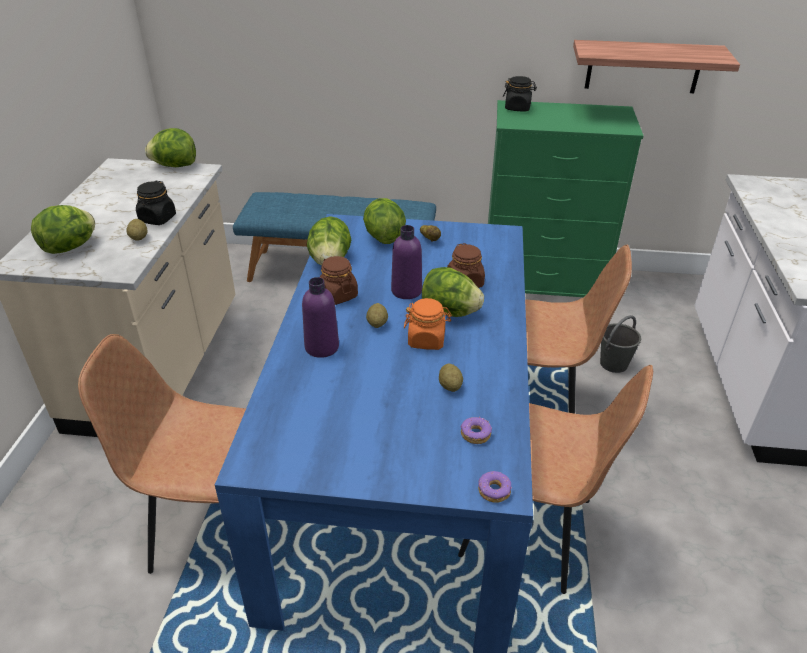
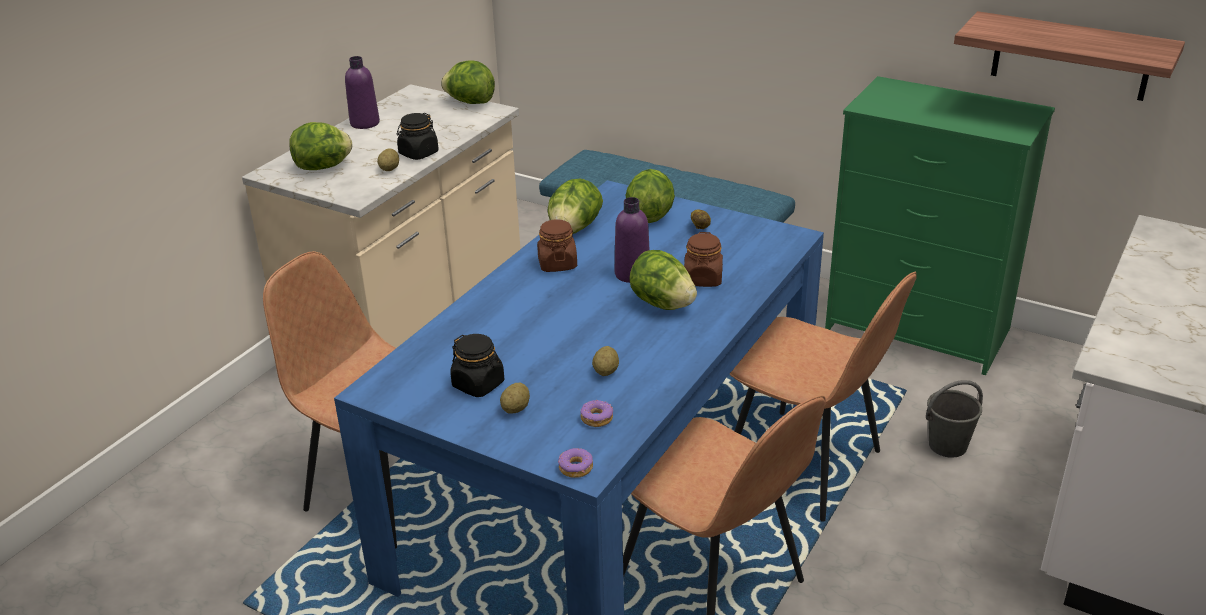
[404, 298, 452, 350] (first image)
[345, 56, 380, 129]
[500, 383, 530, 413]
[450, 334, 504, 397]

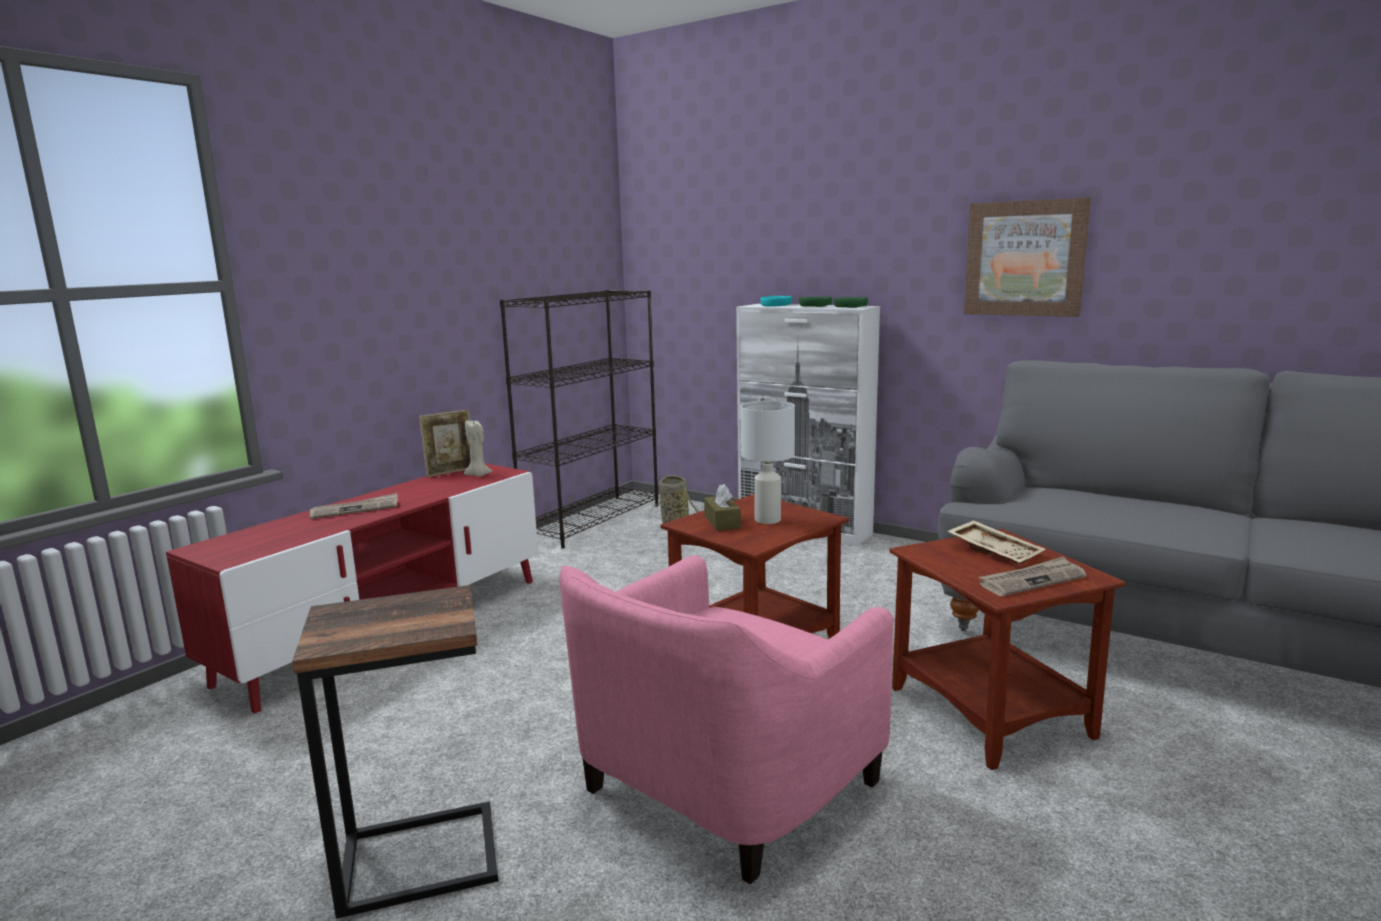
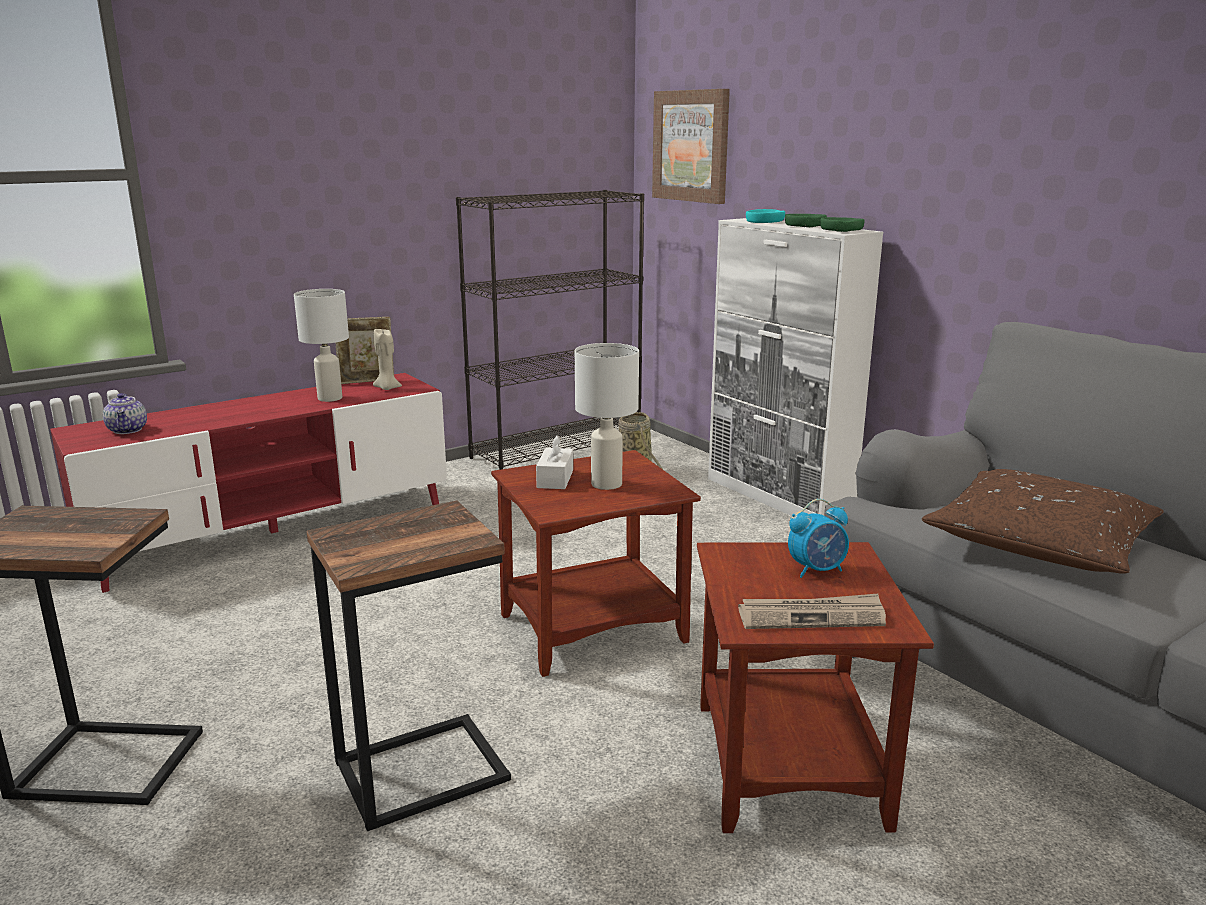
[309, 493, 398, 519] (first image)
[103, 393, 147, 434]
[294, 289, 349, 402]
[922, 469, 1164, 574]
[652, 89, 730, 204]
[306, 501, 511, 831]
[788, 499, 849, 578]
[536, 435, 573, 489]

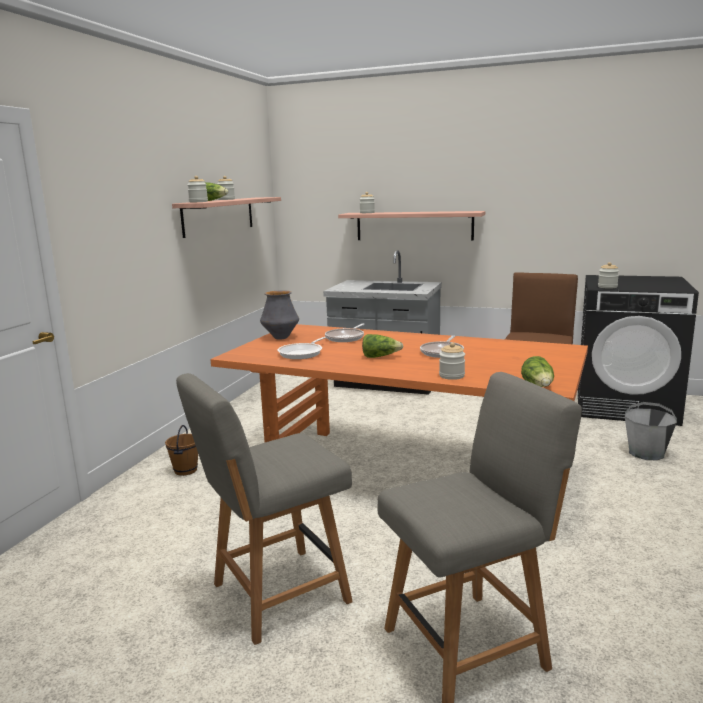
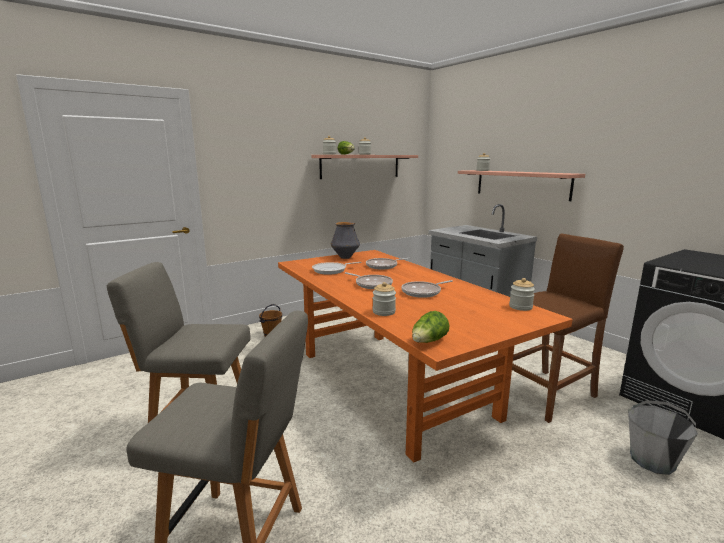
[509, 278, 535, 311]
[345, 272, 393, 289]

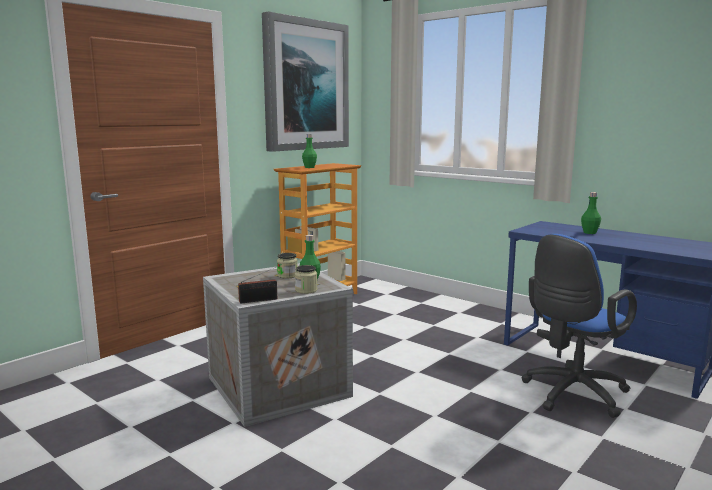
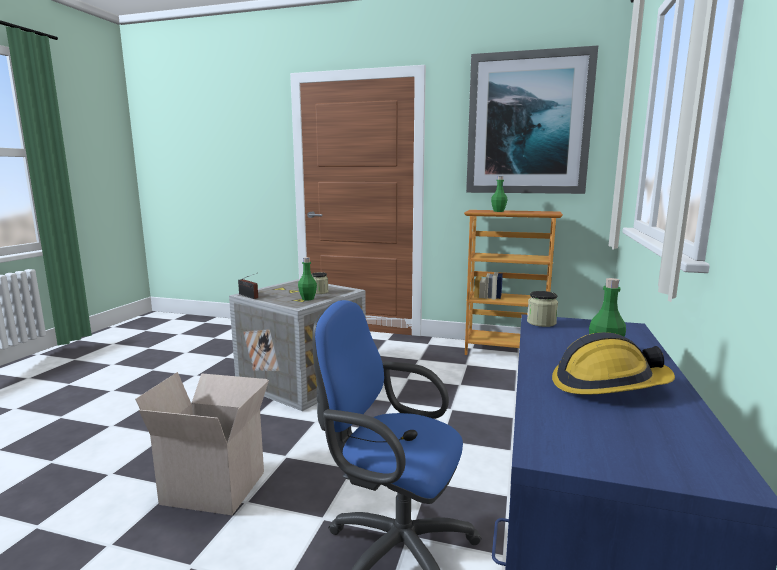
[135, 372, 269, 515]
[552, 332, 675, 395]
[527, 291, 558, 327]

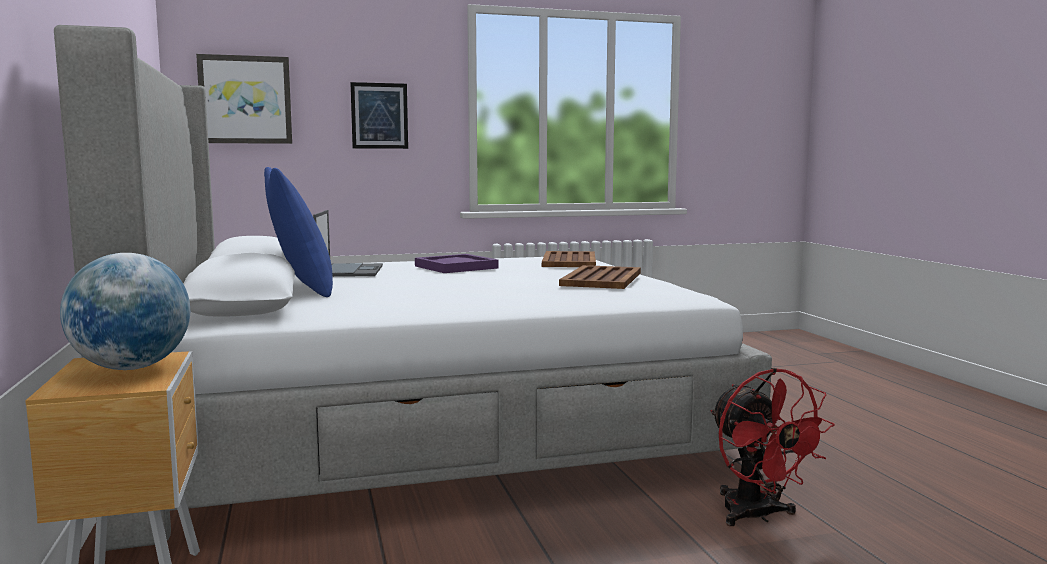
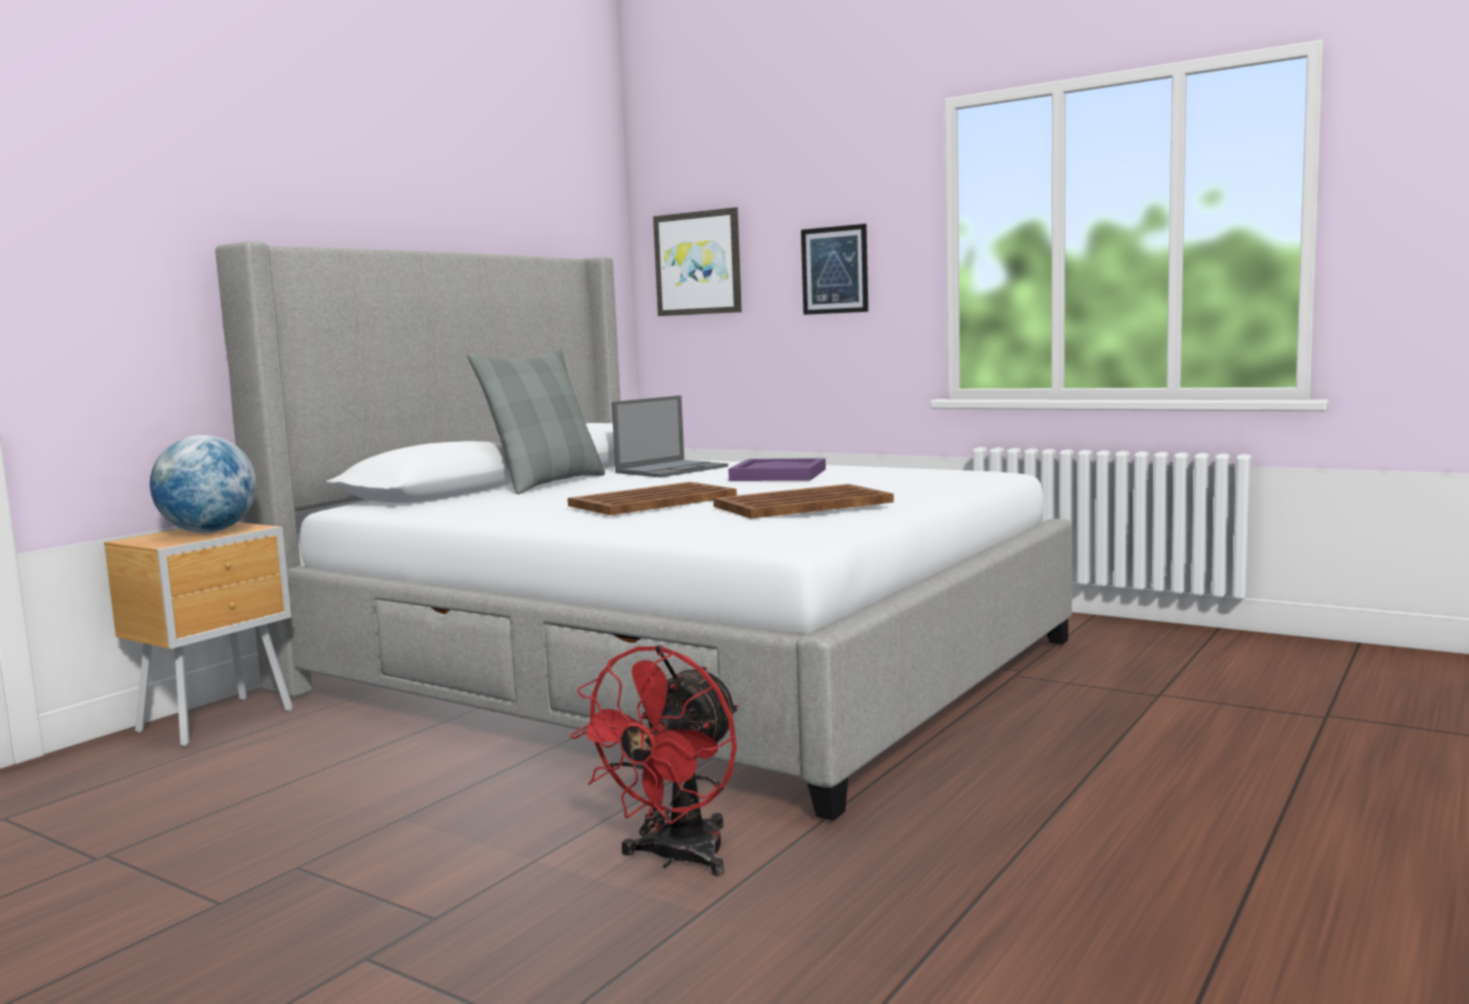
[568, 482, 737, 515]
[467, 349, 605, 494]

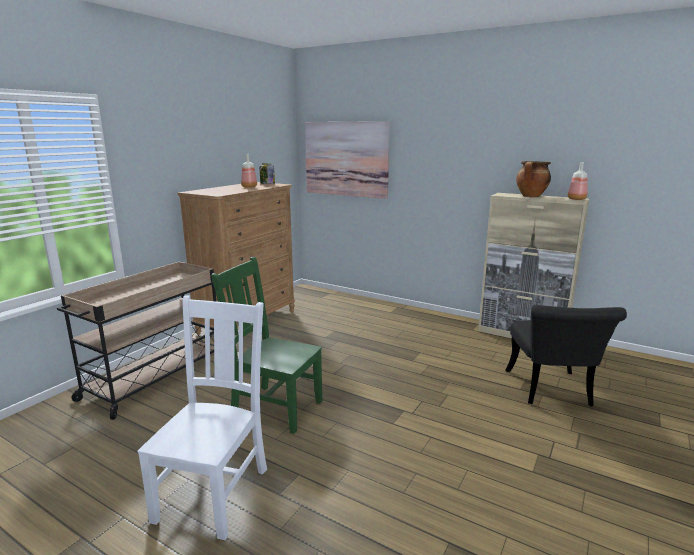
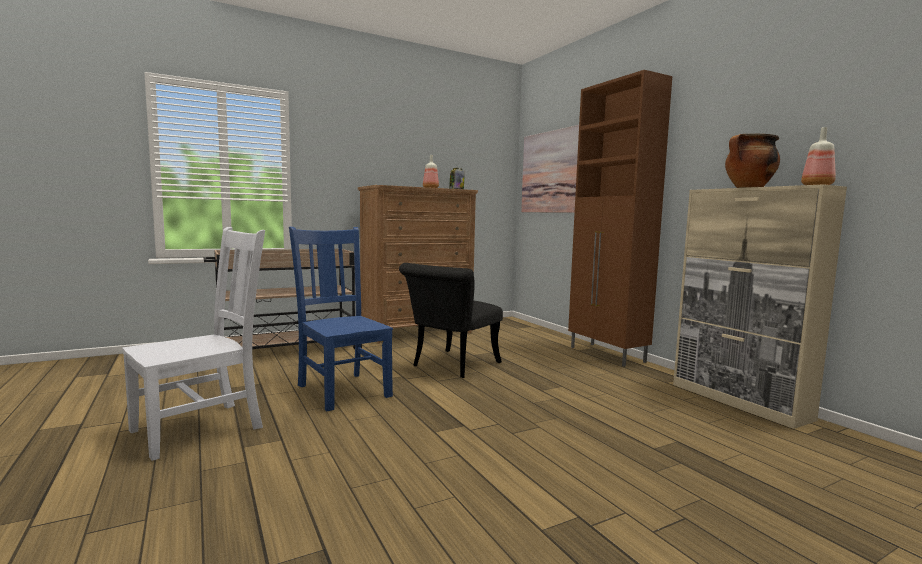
[568, 70, 672, 367]
[399, 263, 503, 378]
[289, 227, 393, 411]

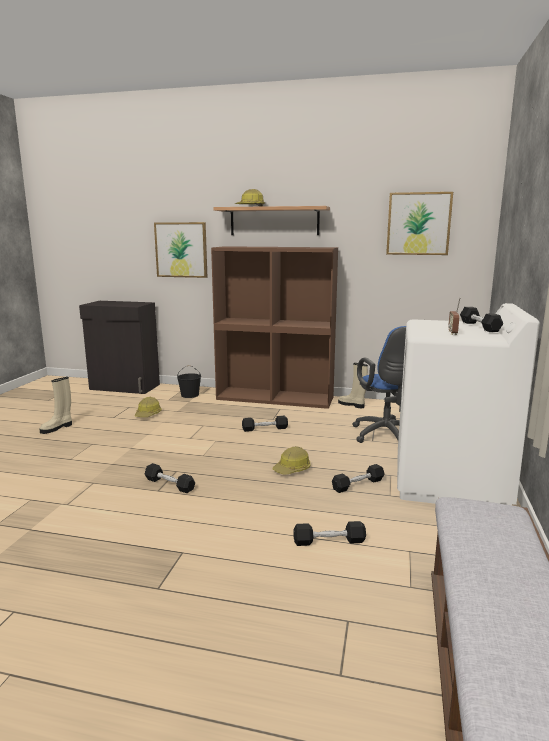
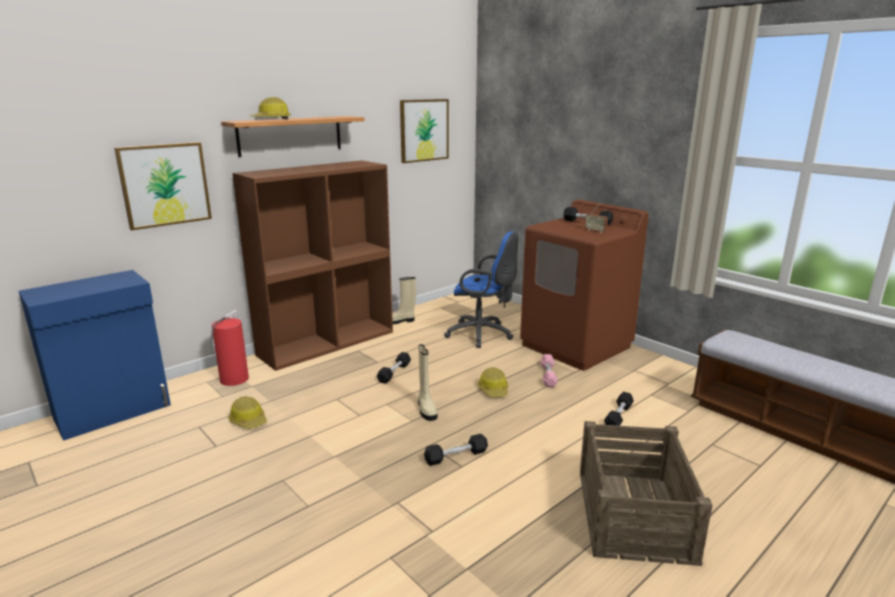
[580, 421, 713, 566]
[418, 344, 437, 421]
[211, 310, 249, 386]
[19, 270, 171, 441]
[541, 354, 558, 387]
[520, 200, 649, 371]

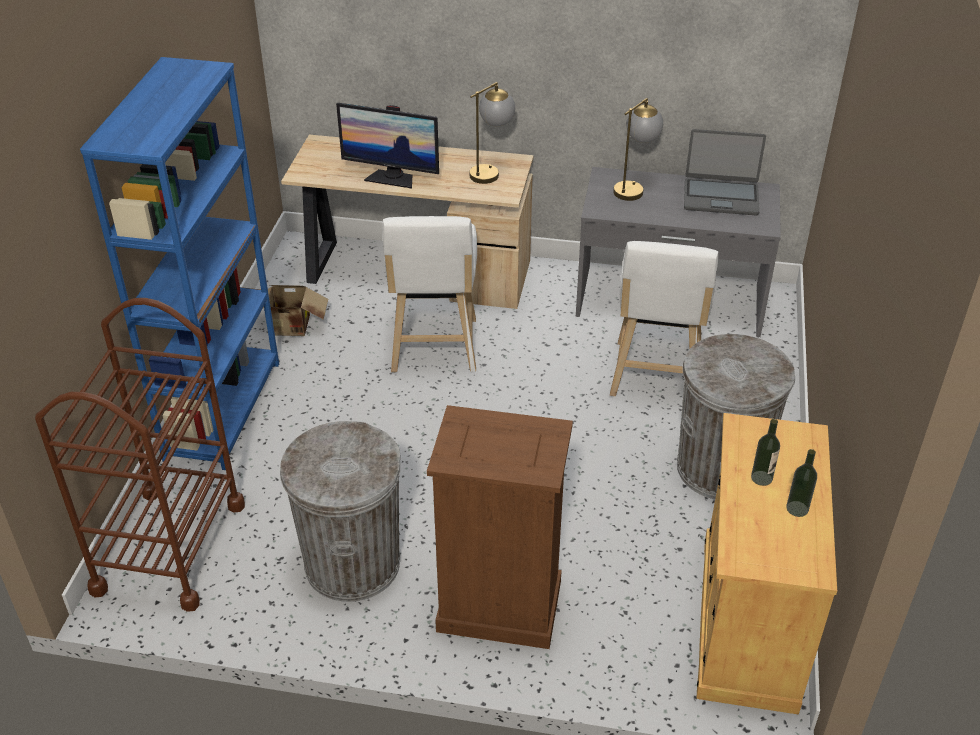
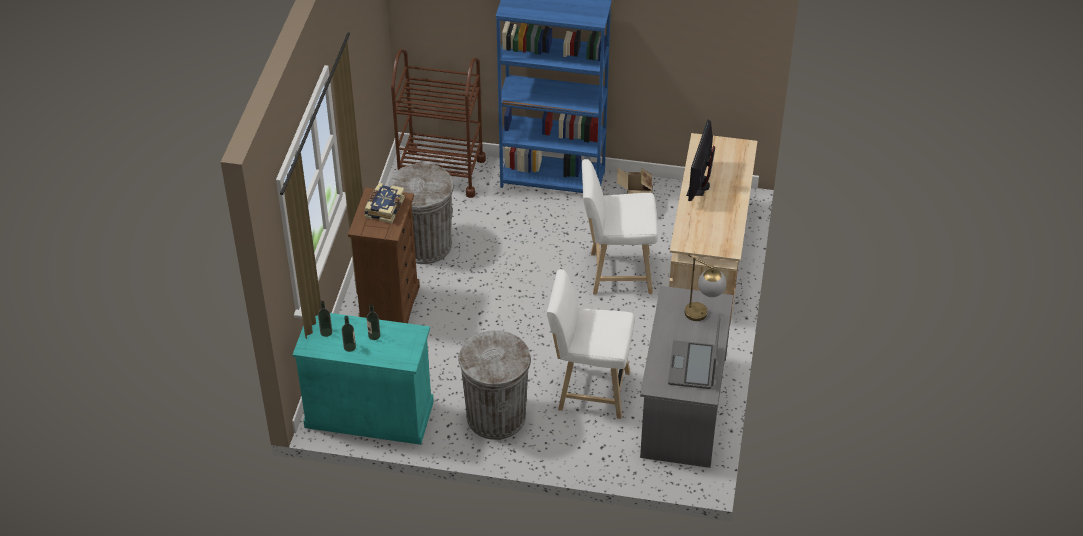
[470, 82, 515, 184] (first image)
[318, 301, 332, 337]
[364, 183, 405, 224]
[292, 313, 434, 445]

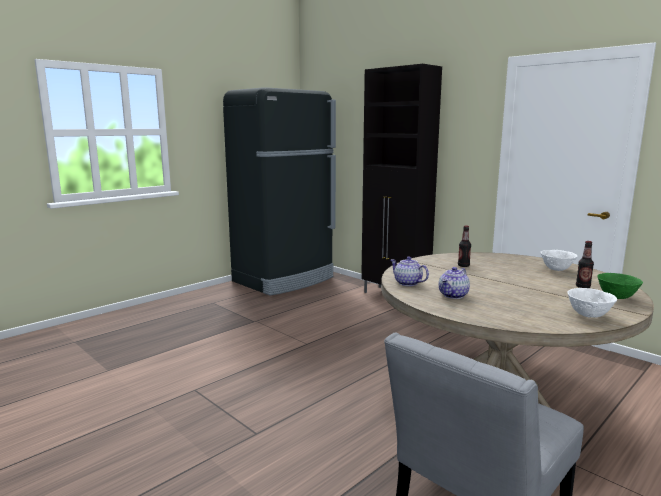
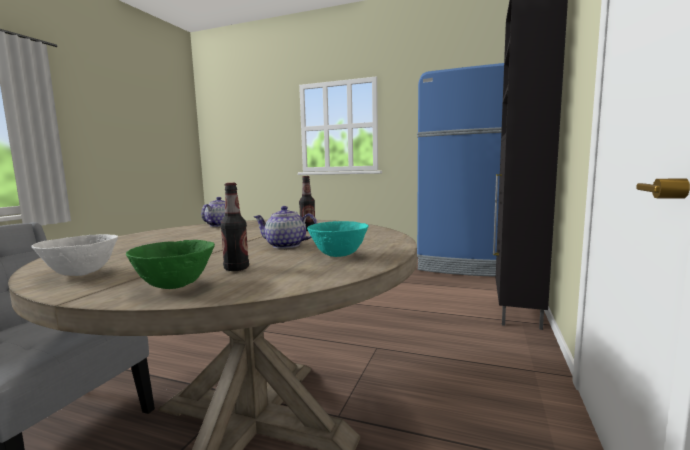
[254, 206, 318, 249]
[417, 63, 504, 277]
[307, 221, 369, 257]

